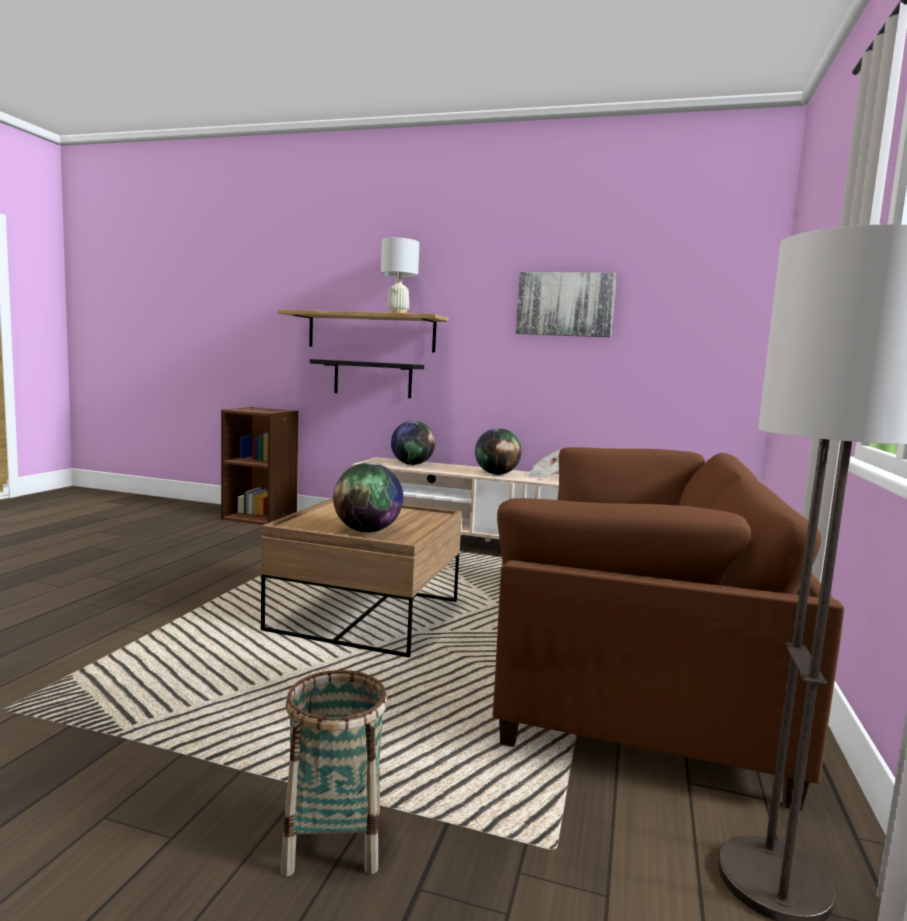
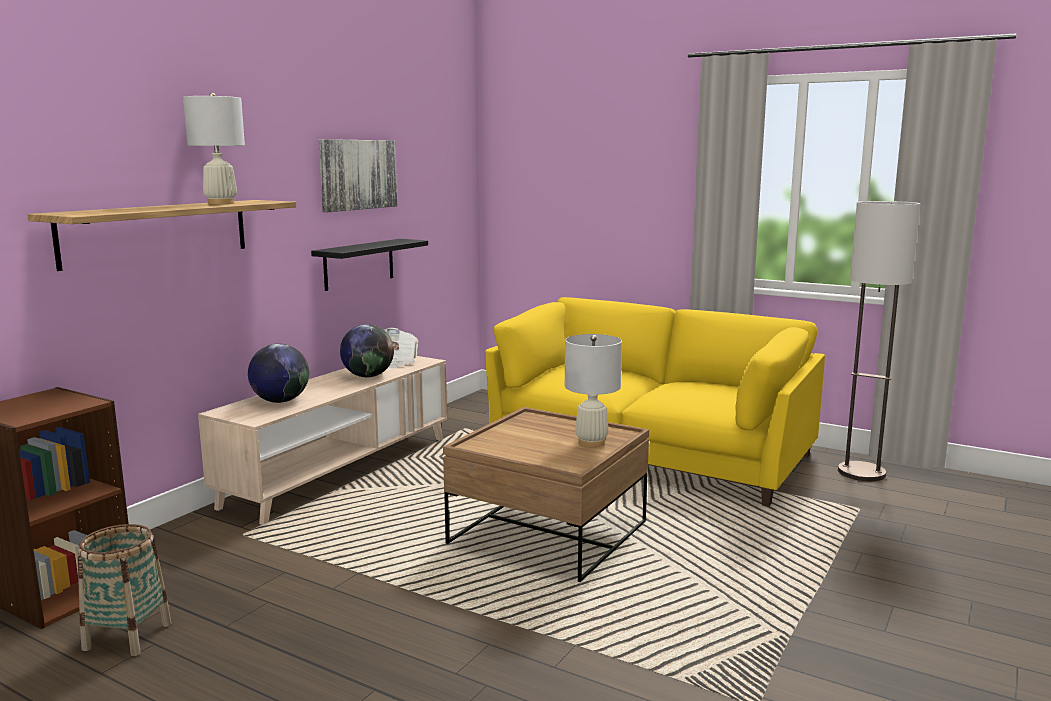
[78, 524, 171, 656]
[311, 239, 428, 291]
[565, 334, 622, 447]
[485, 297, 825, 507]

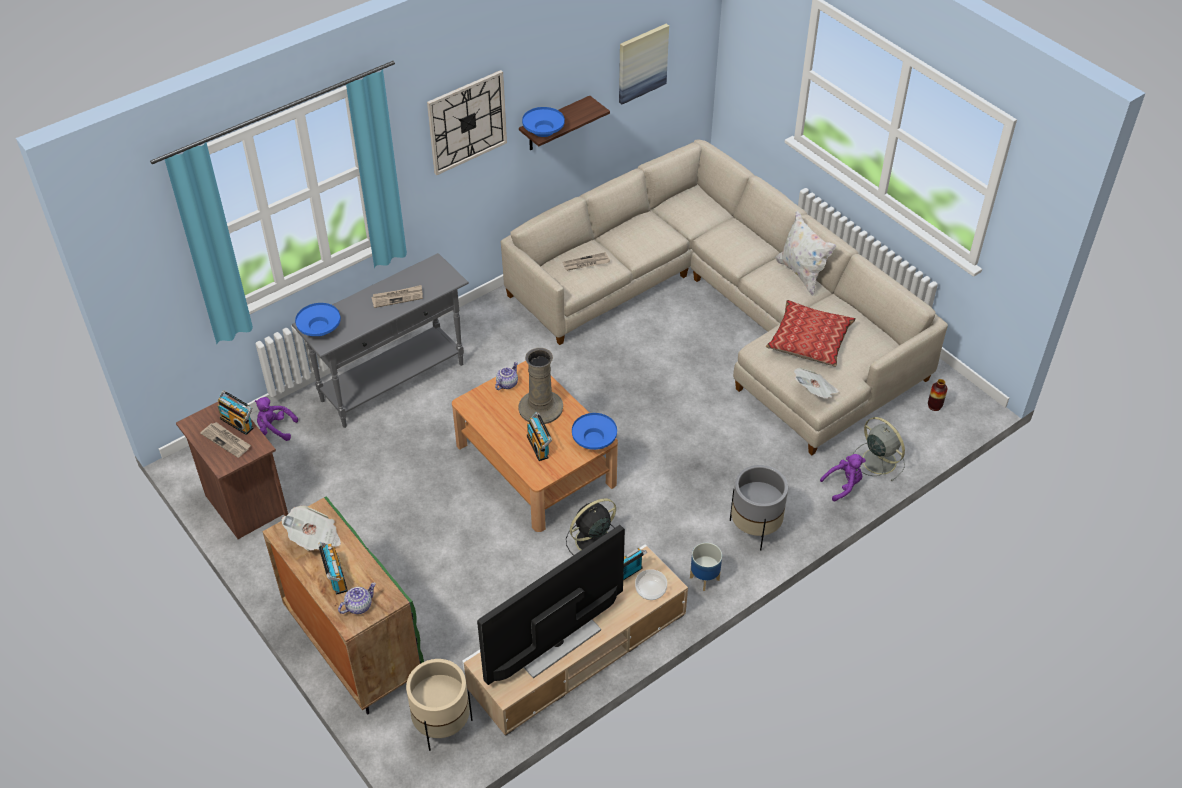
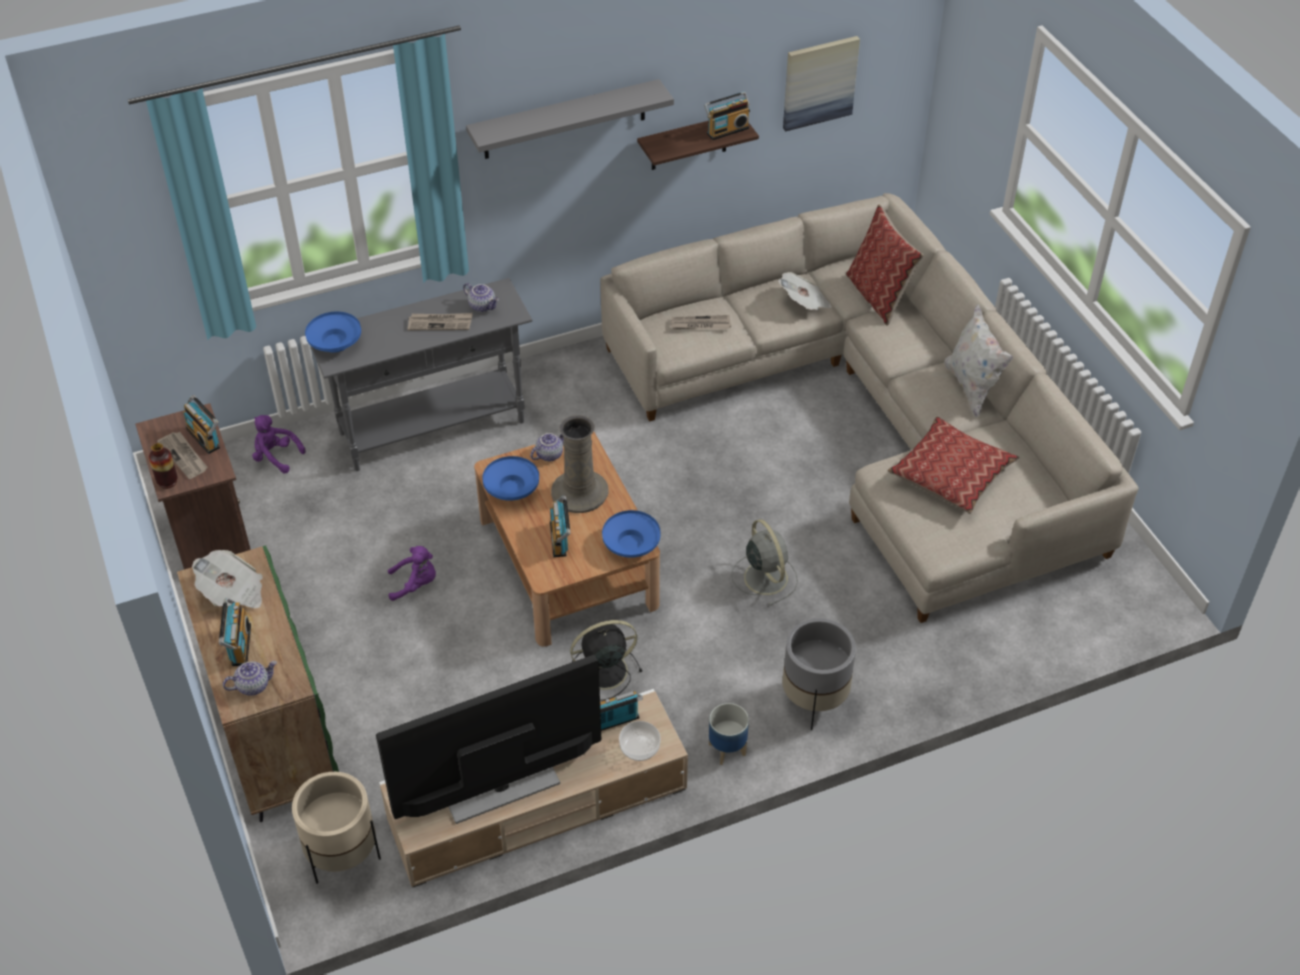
[463, 283, 499, 312]
[704, 91, 750, 140]
[846, 204, 924, 326]
[483, 456, 539, 501]
[778, 272, 832, 311]
[388, 546, 436, 601]
[731, 519, 798, 606]
[149, 443, 177, 489]
[466, 79, 674, 159]

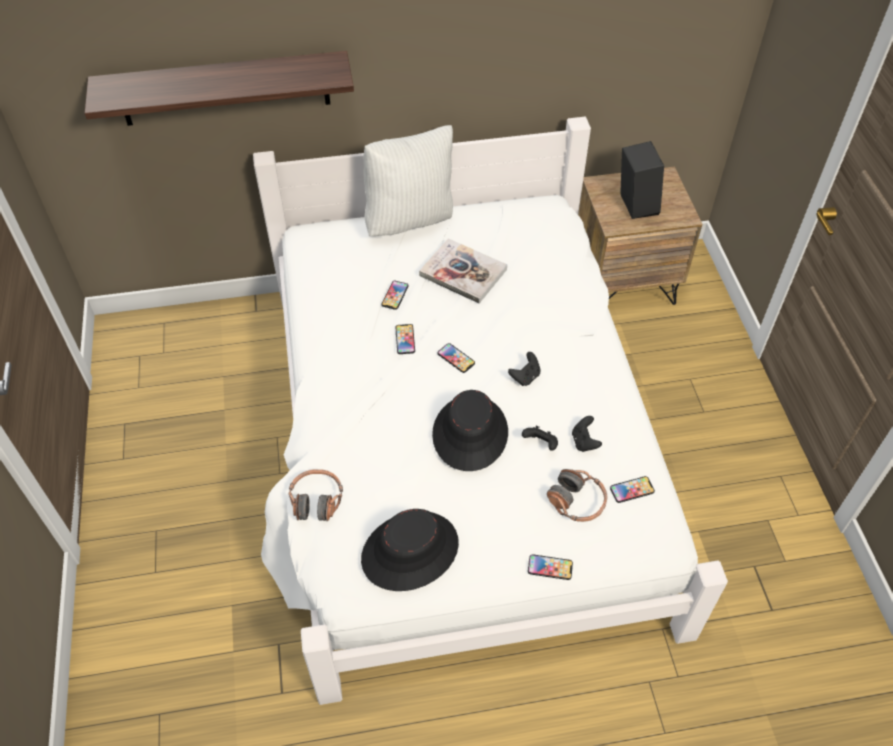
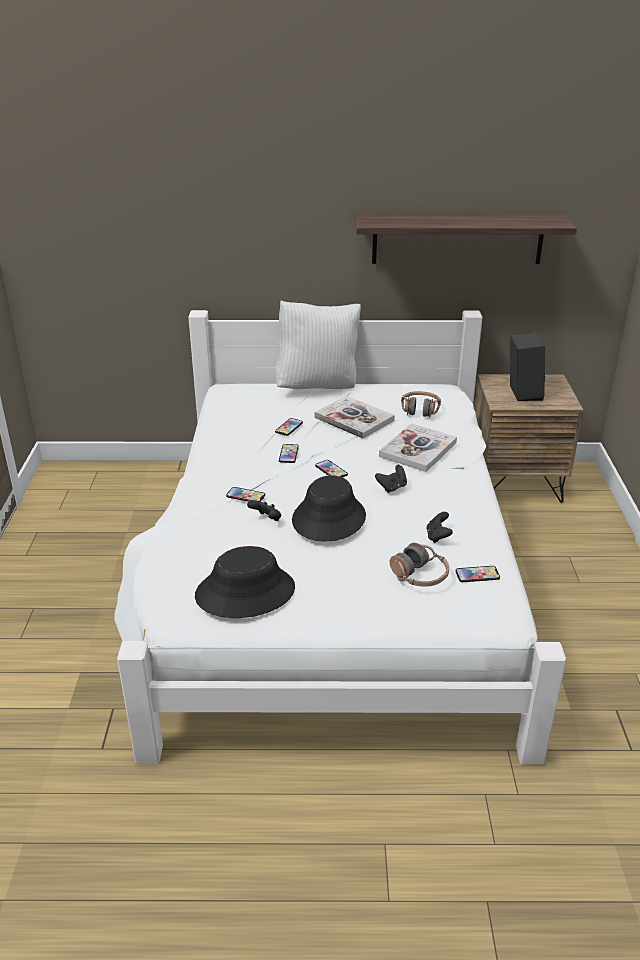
[379, 423, 457, 472]
[355, 214, 577, 264]
[401, 391, 441, 418]
[247, 500, 281, 521]
[226, 487, 265, 502]

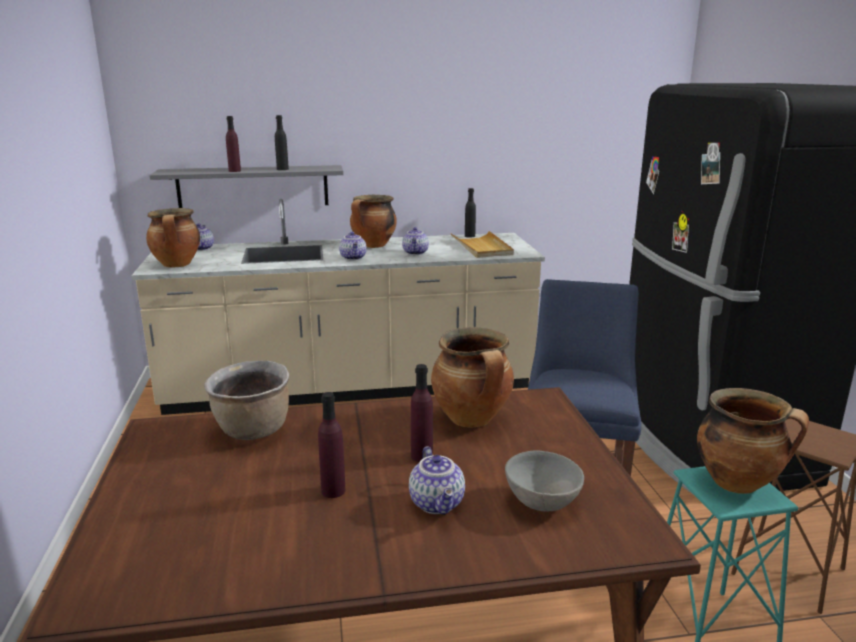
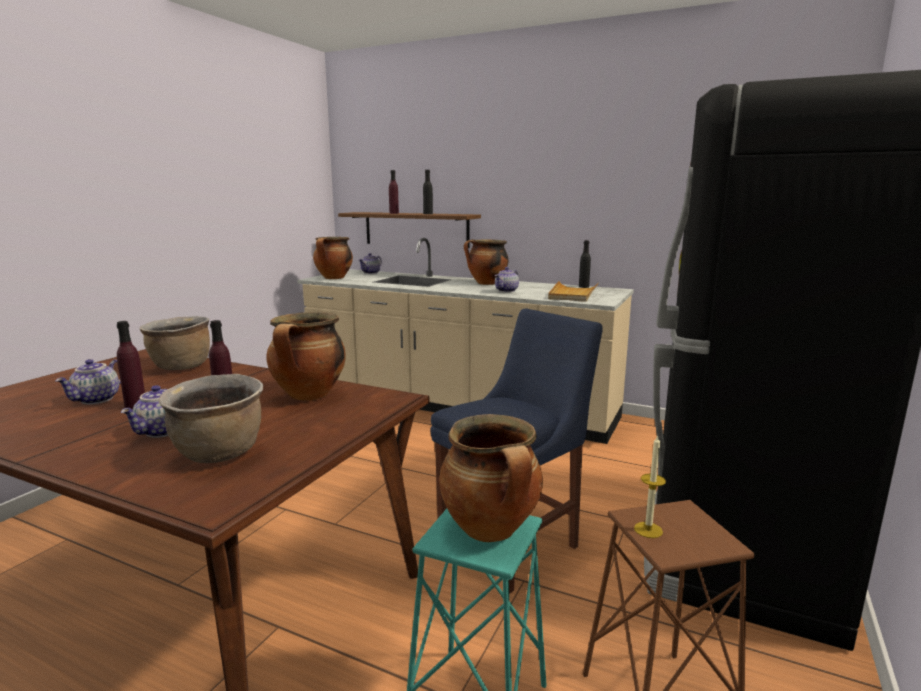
[634, 435, 666, 538]
[55, 359, 121, 405]
[159, 374, 263, 463]
[338, 212, 481, 248]

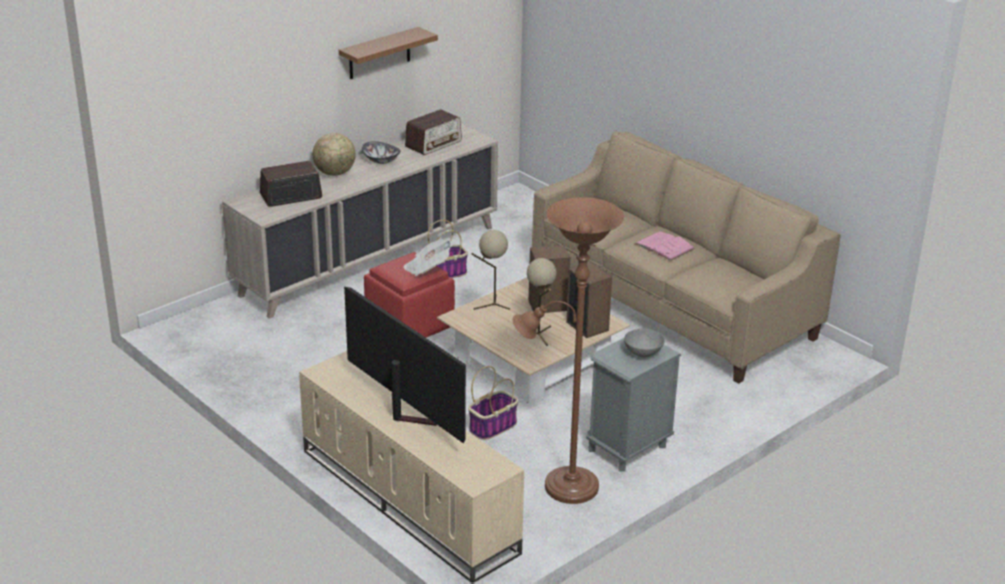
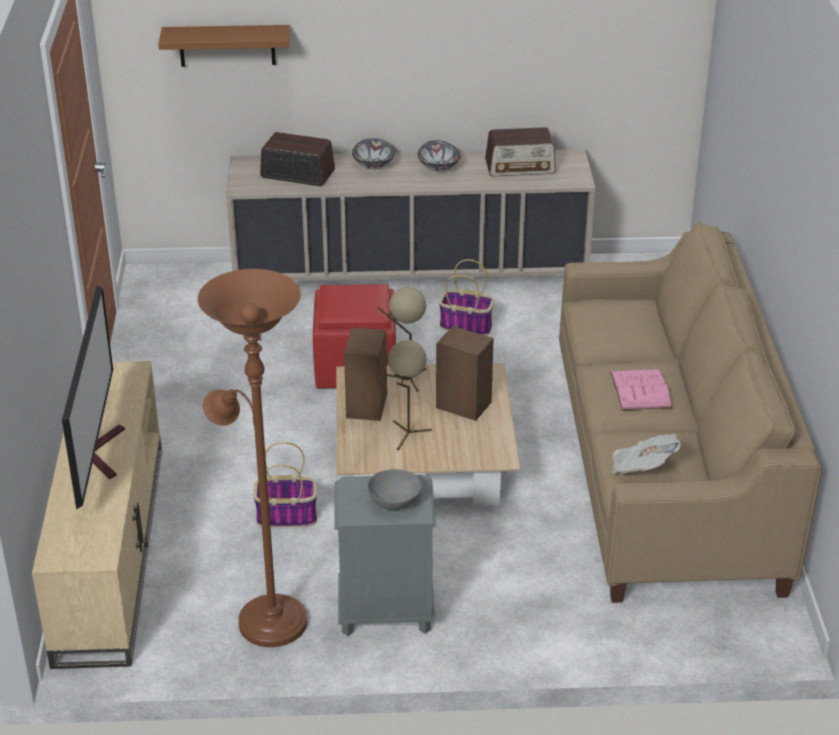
[158, 25, 290, 67]
[612, 434, 681, 473]
[344, 327, 387, 421]
[352, 138, 395, 169]

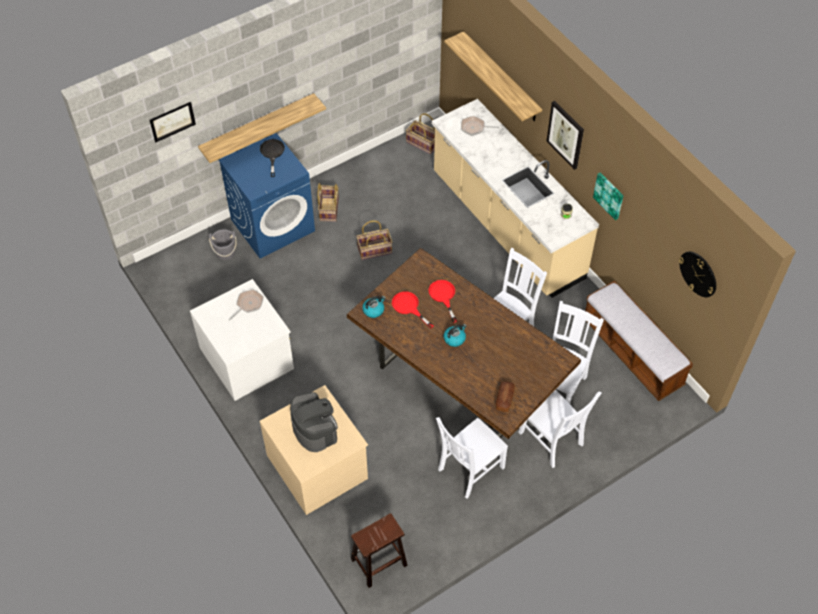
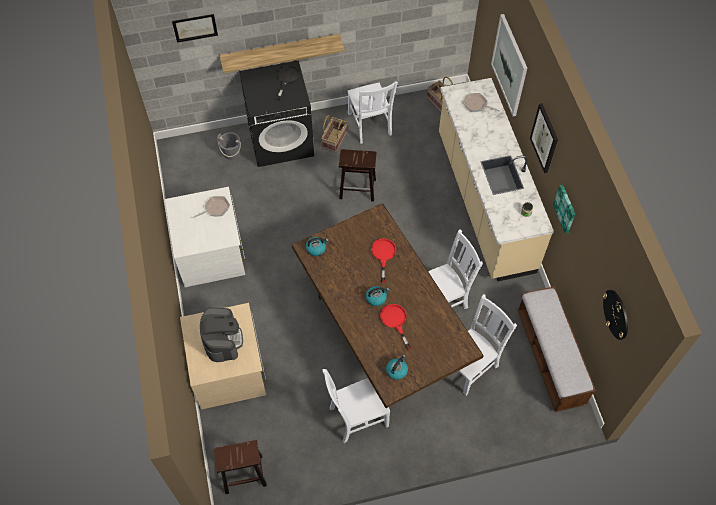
[380, 304, 411, 350]
[348, 81, 398, 144]
[339, 149, 376, 202]
[491, 14, 527, 116]
[386, 355, 408, 380]
[239, 60, 314, 167]

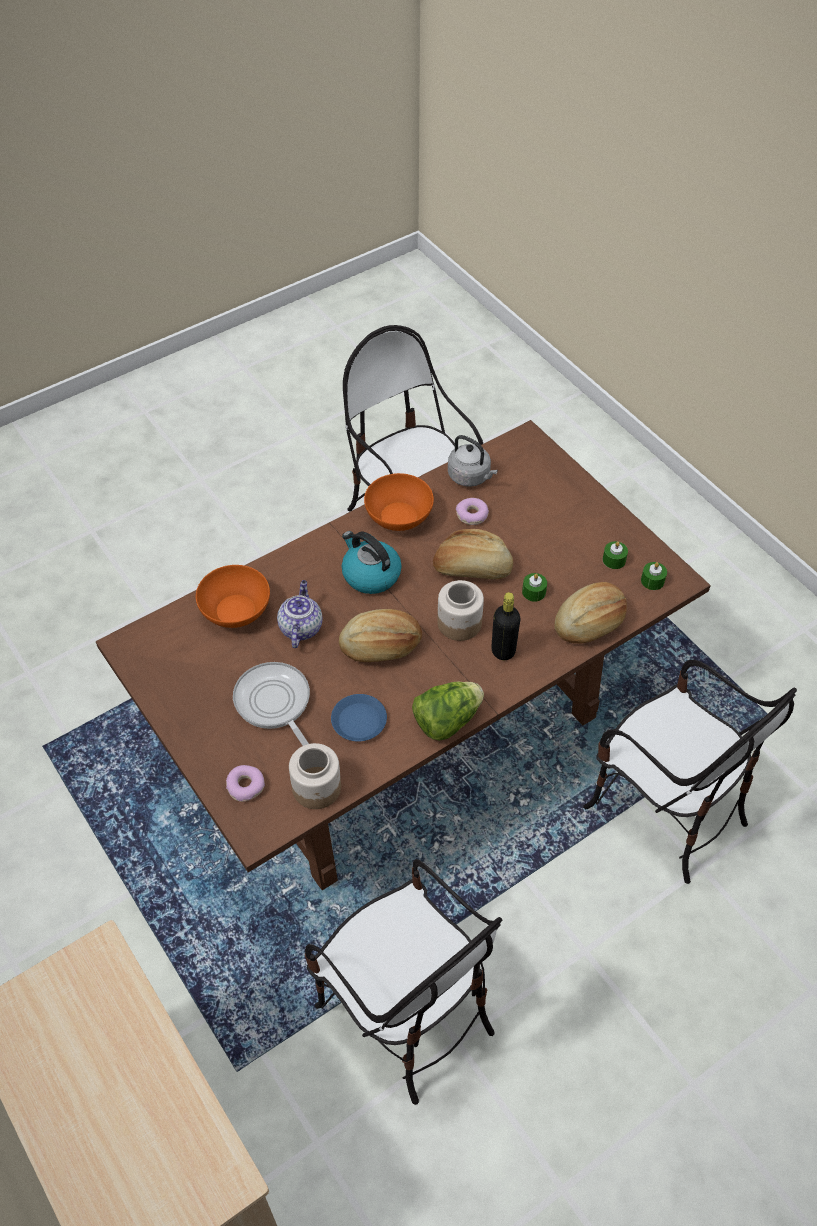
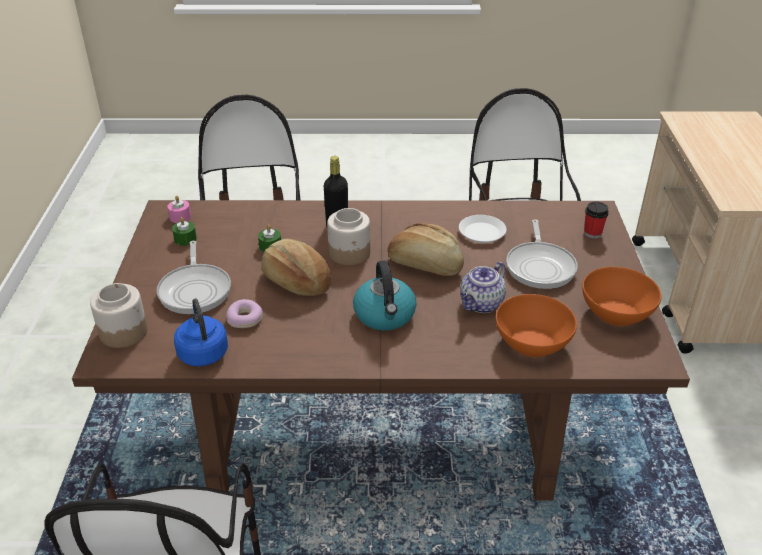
[412, 681, 484, 741] (first image)
[555, 582, 627, 643] (first image)
[156, 241, 231, 314]
[90, 283, 148, 348]
[582, 267, 662, 326]
[584, 202, 609, 239]
[459, 215, 506, 243]
[174, 298, 228, 366]
[167, 196, 191, 223]

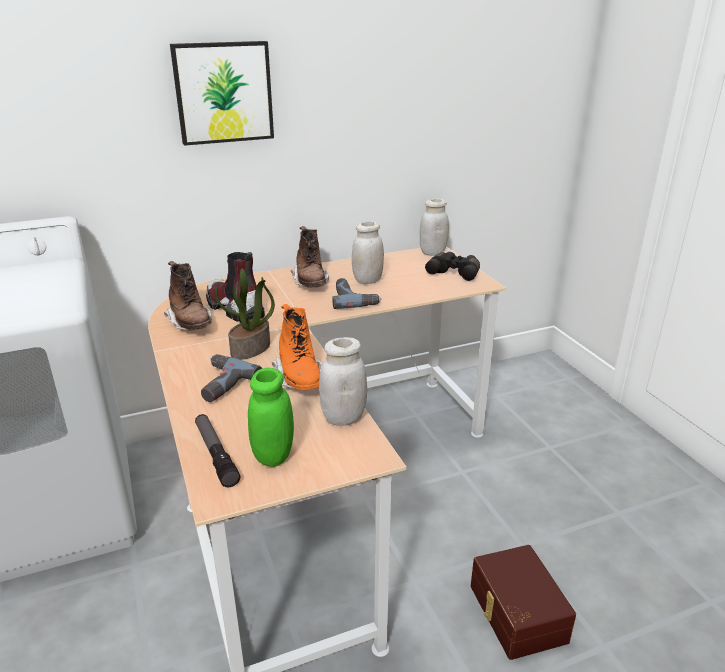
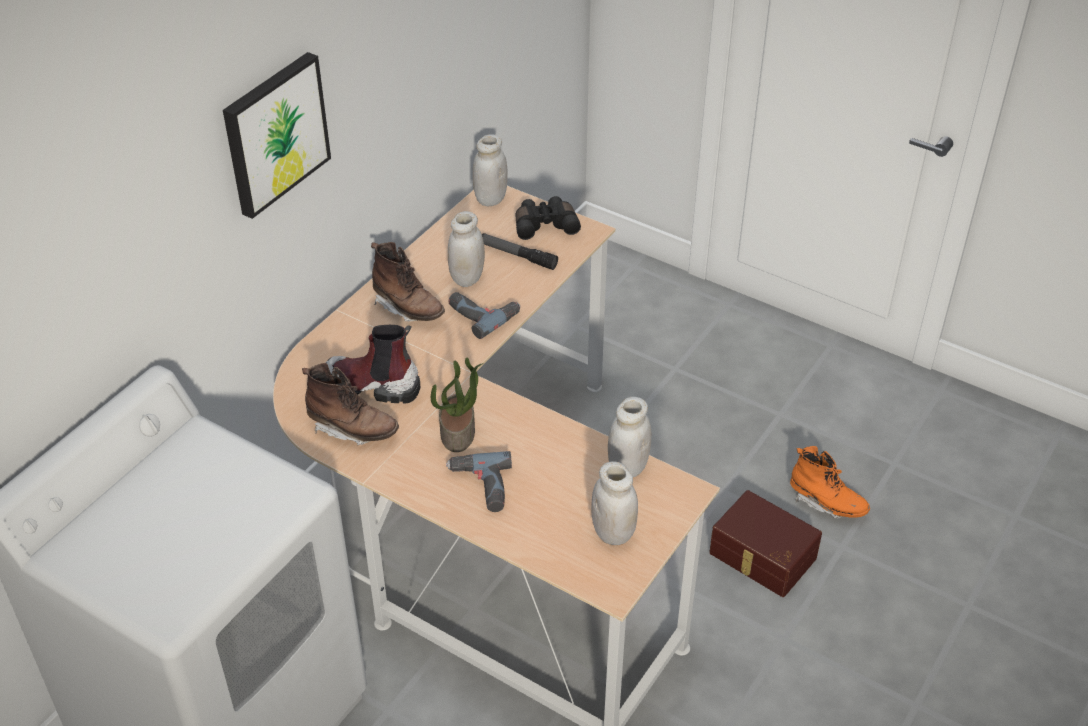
[482, 233, 558, 270]
[790, 446, 870, 519]
[591, 461, 638, 545]

